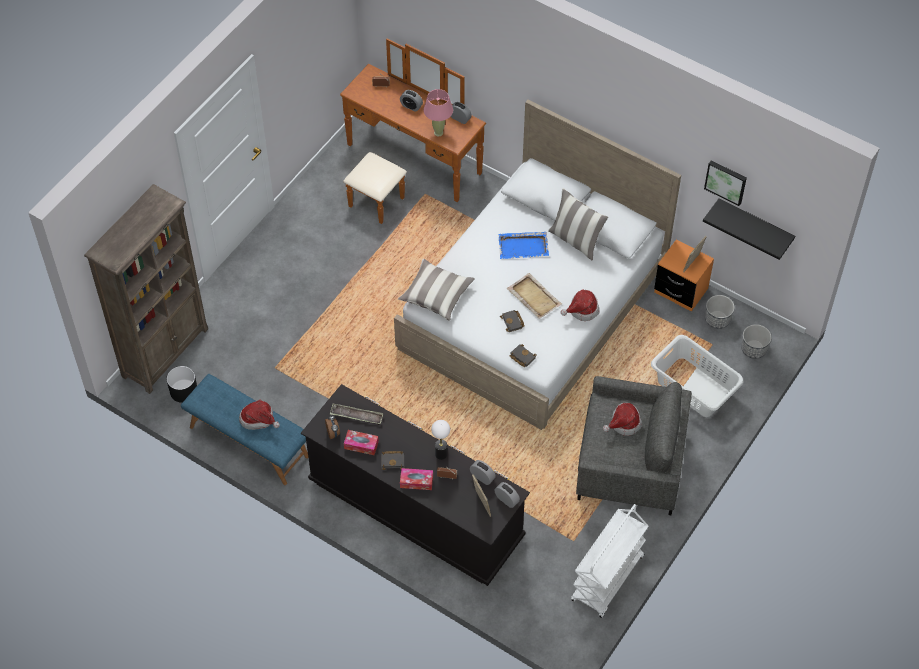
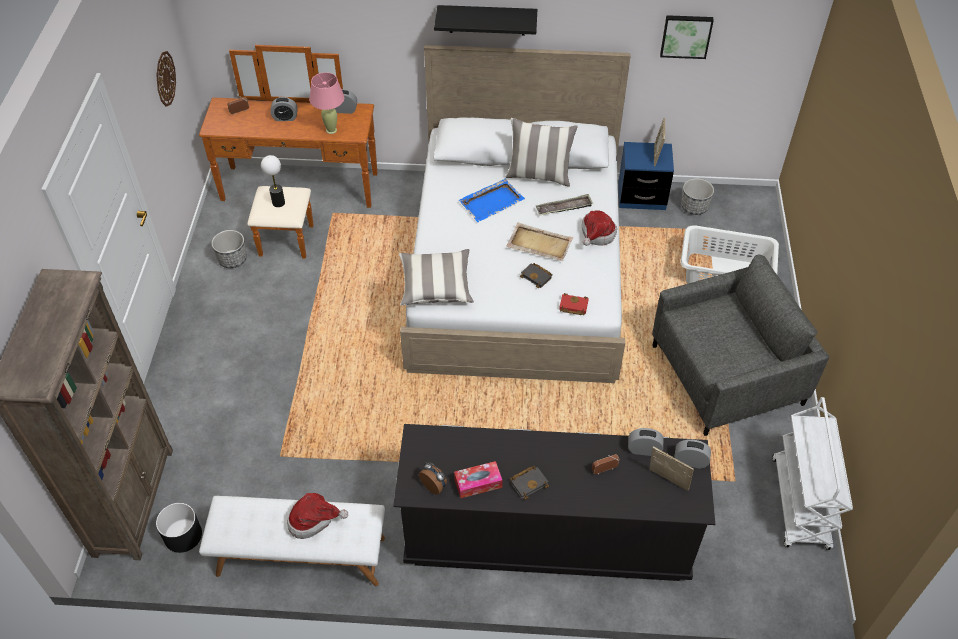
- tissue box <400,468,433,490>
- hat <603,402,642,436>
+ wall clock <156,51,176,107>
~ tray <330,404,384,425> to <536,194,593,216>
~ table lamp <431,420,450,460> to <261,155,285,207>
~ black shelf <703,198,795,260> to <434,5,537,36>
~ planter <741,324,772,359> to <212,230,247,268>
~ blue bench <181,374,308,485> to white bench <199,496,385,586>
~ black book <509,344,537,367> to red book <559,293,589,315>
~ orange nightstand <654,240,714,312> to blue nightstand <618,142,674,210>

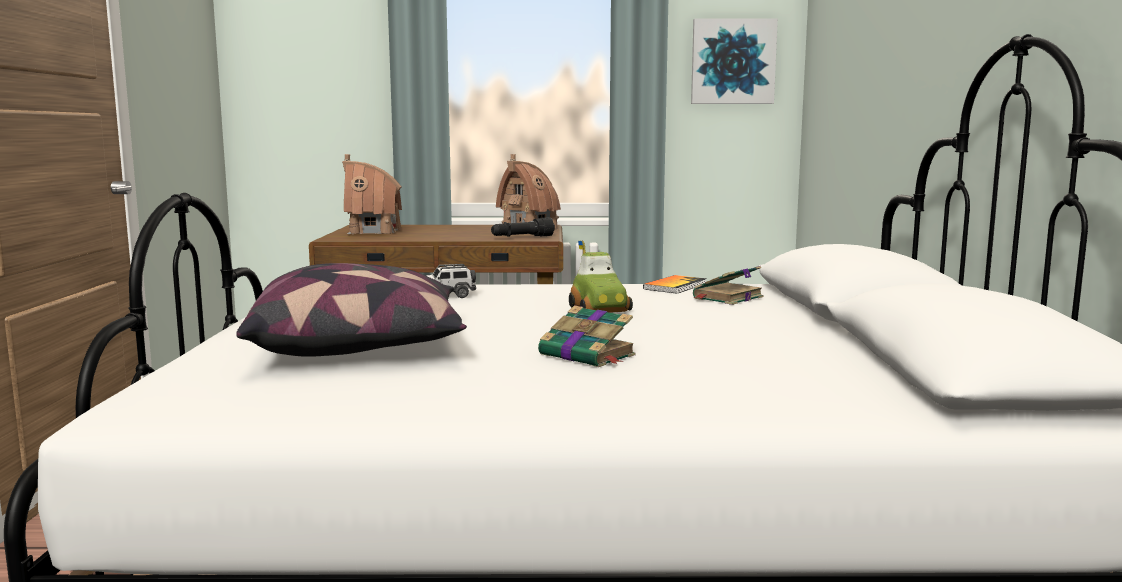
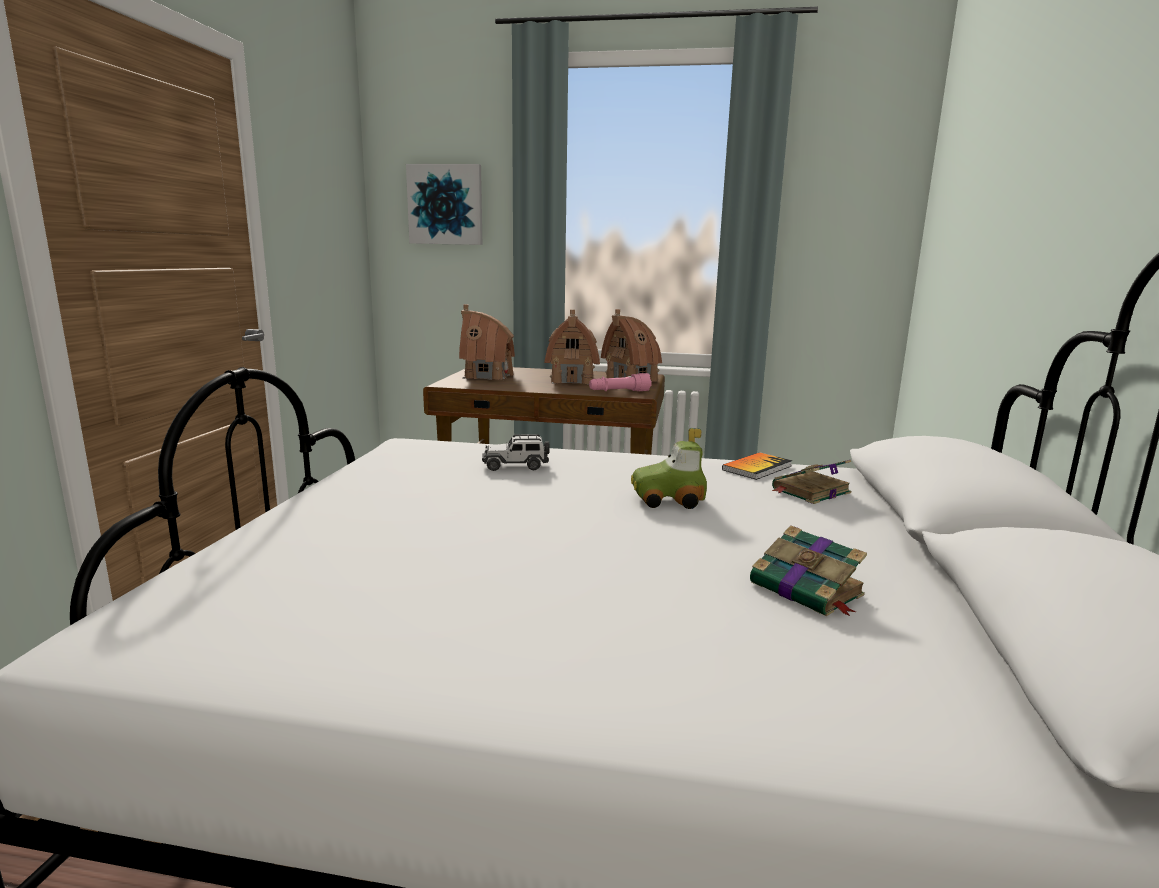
- pillow <236,263,467,357>
+ toy house <544,310,600,385>
~ book <538,305,636,367> to <750,525,867,616>
~ picture <691,18,778,104> to <406,164,482,245>
~ black flashlight <491,217,555,237> to pink flashlight <589,373,652,391>
~ toy car <569,241,633,313> = <631,428,707,509> 90 degrees clockwise

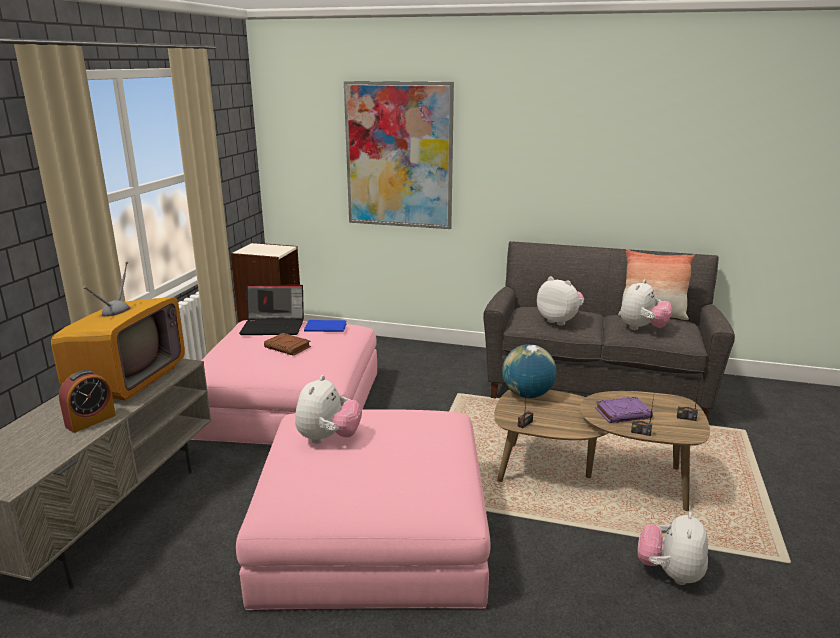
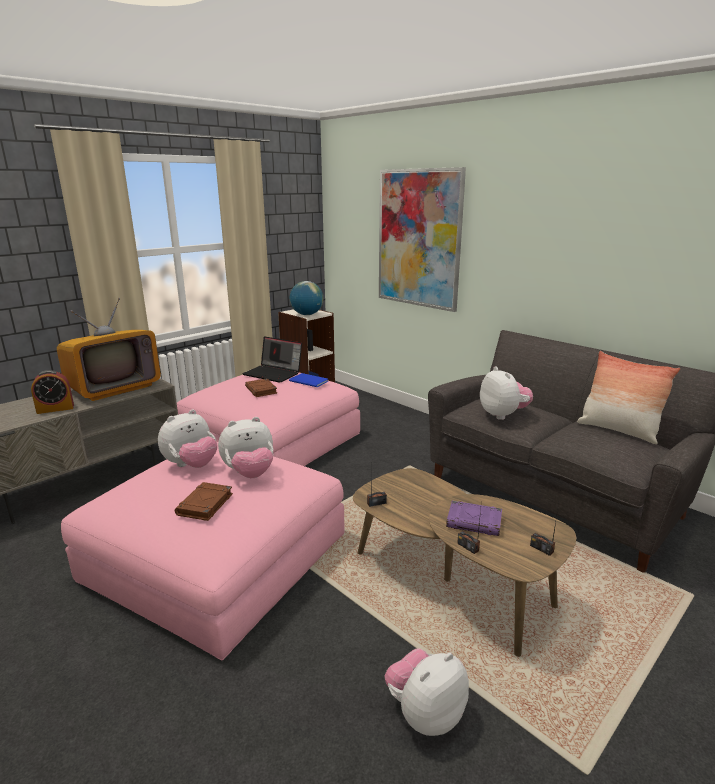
+ brown book <175,482,233,521>
~ globe <502,344,556,398> to <290,281,323,315>
~ plush toy <620,279,673,330> to <218,417,274,478>

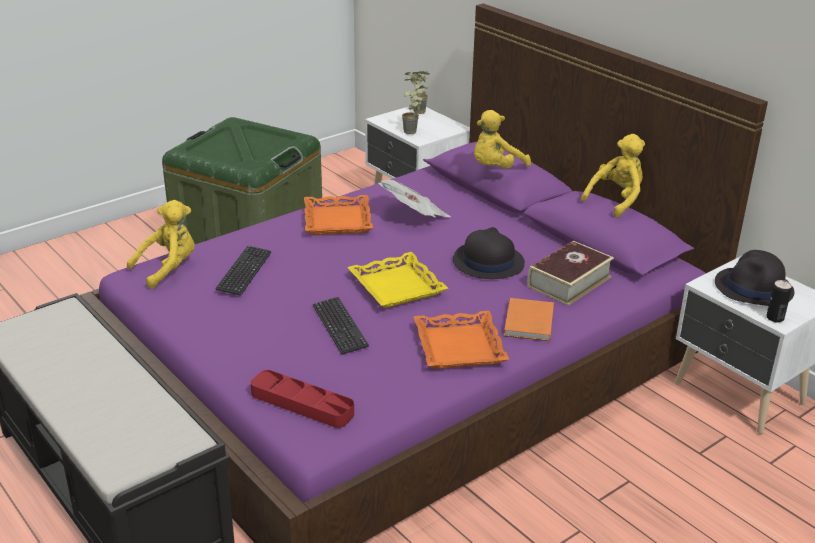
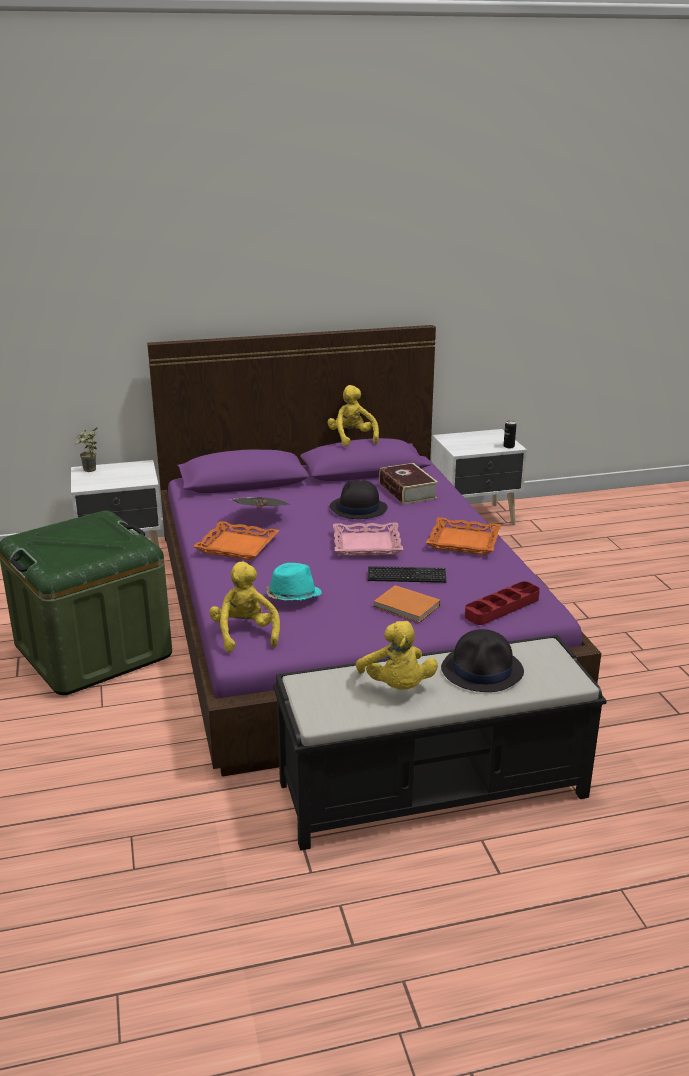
- potted plant <402,83,424,134>
~ yellow plush toy <474,110,531,169> to <356,621,438,690>
~ orange book <504,298,554,341> to <374,585,440,623>
~ black hat <715,250,794,306> to <441,629,524,692>
~ keyboard <215,246,271,296> to turquoise hat <266,563,322,601>
~ yellow tray <347,252,448,308> to pink tray <333,523,403,556>

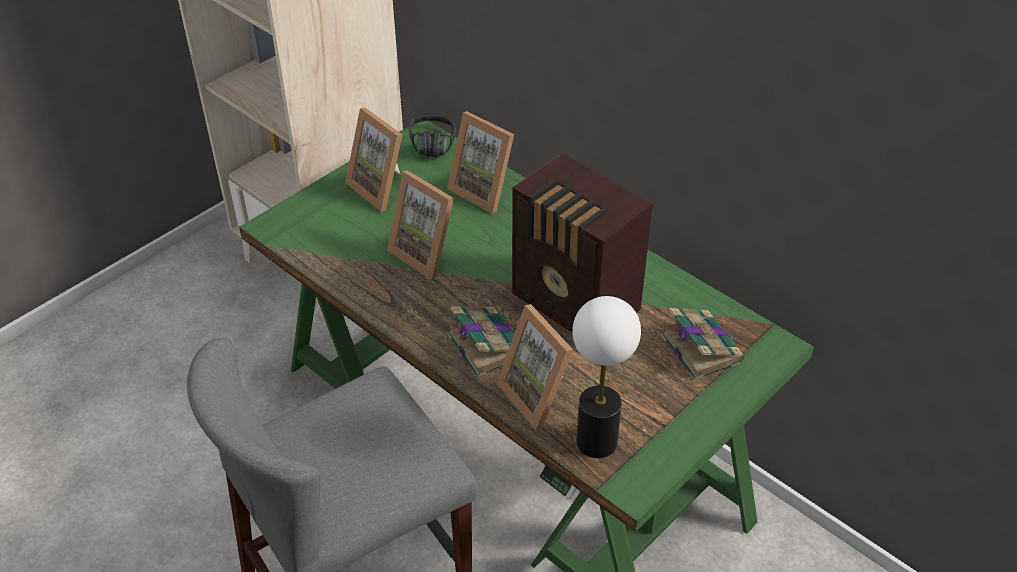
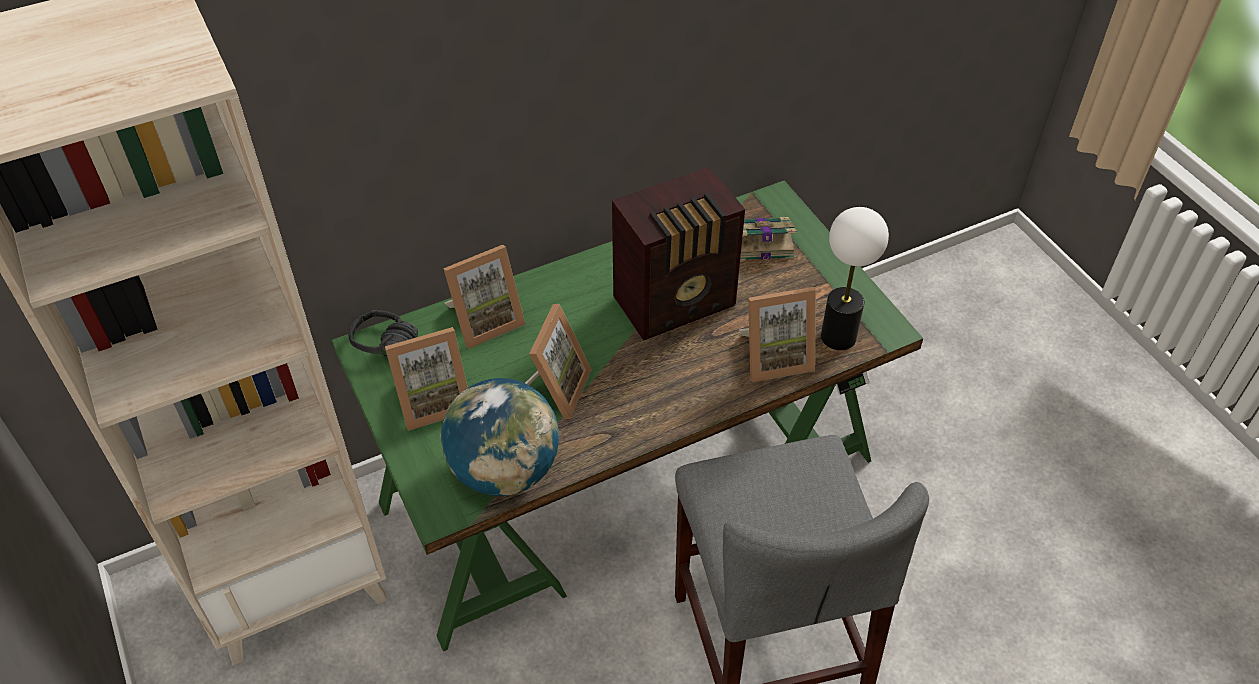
- book <447,307,514,377>
+ globe <440,378,559,496>
~ picture frame <387,170,454,280> = <525,304,592,419> 45 degrees counterclockwise

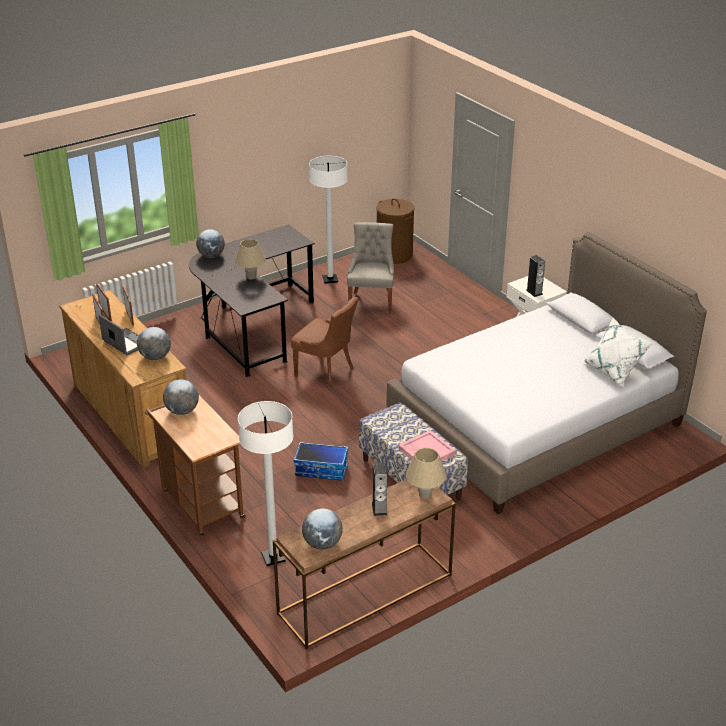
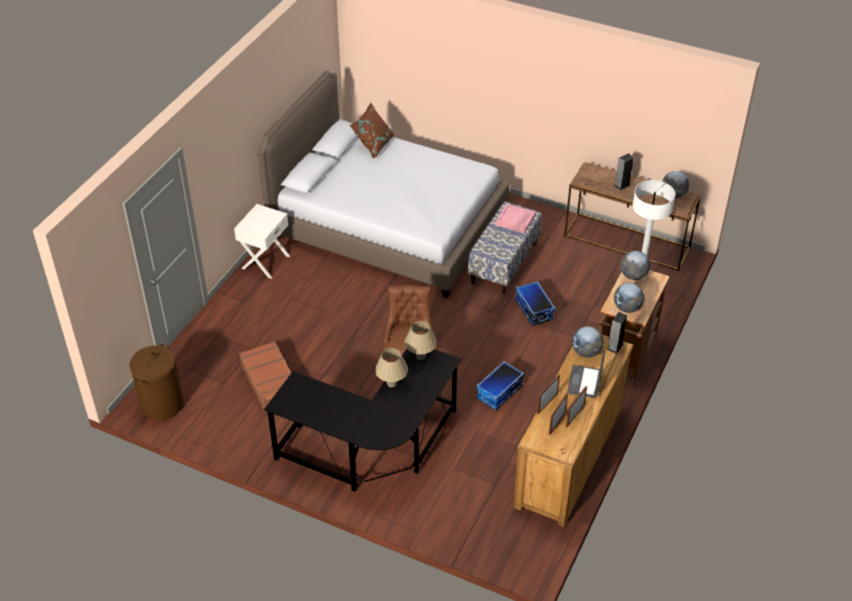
- white floor lamp <309,156,348,283>
+ storage box <476,361,524,410>
~ globe <196,229,225,258> to <621,251,650,280>
~ beige table lamp <406,448,446,499> to <404,321,437,360>
~ speaker <526,255,545,297> to <607,312,627,354>
~ grey chair <347,222,394,314> to brown suitcase <239,341,291,413>
~ white pillow <582,318,653,388> to brown pillow <349,103,394,159>

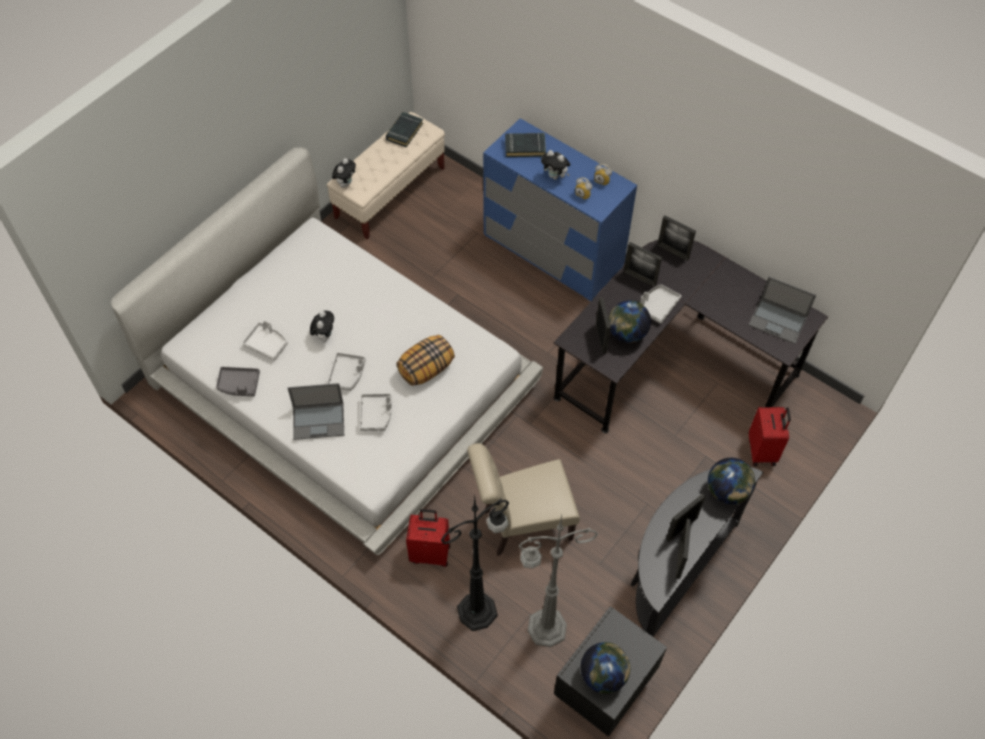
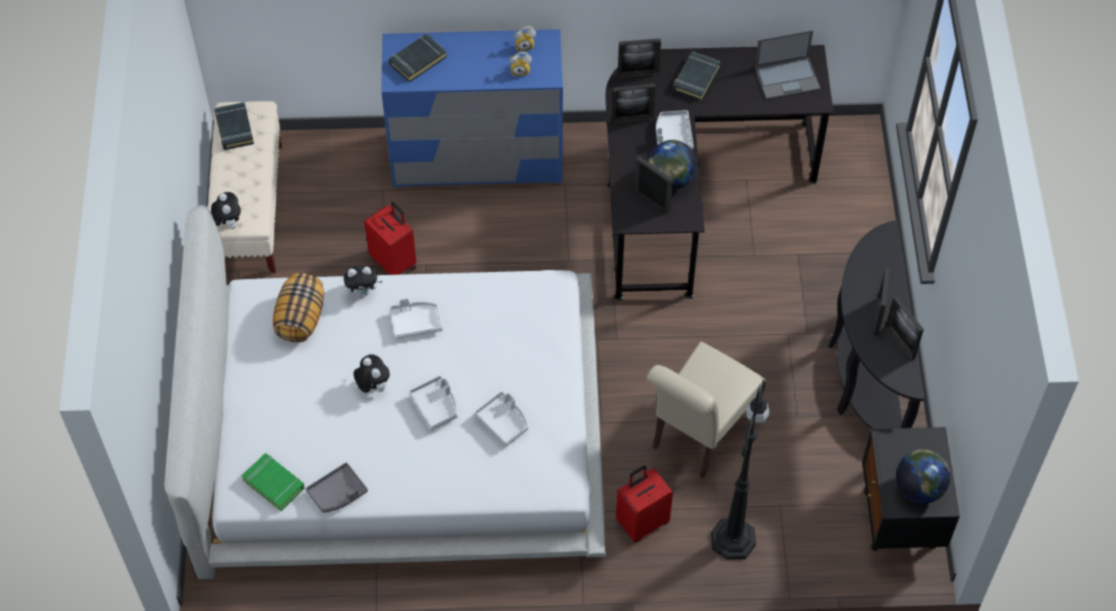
- laptop <288,383,344,440>
- grey floor lamp <519,515,598,647>
- globe <708,458,755,504>
+ green book <242,453,305,511>
+ black book <673,52,720,101>
~ white tray <242,321,288,360> to <390,298,443,339>
~ pillow <396,335,455,386> to <273,273,324,343>
~ plush toy <541,150,570,180> to <344,266,382,296>
~ red suitcase <749,407,791,466> to <364,202,416,275>

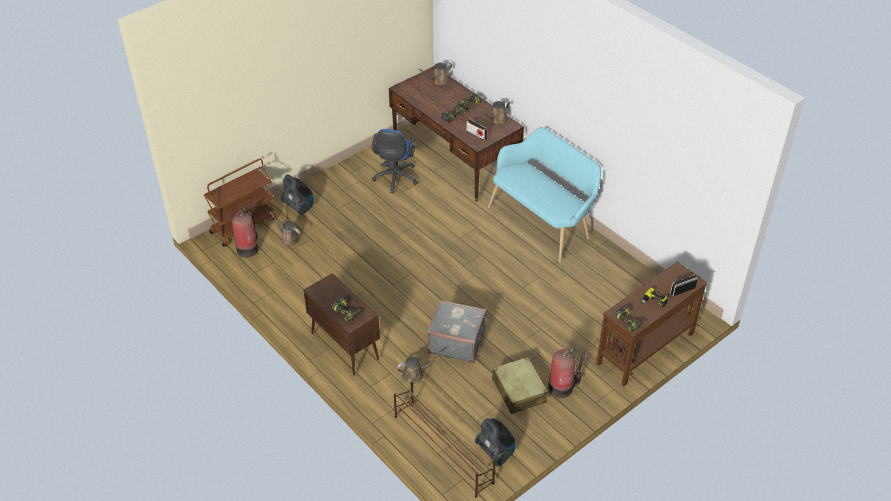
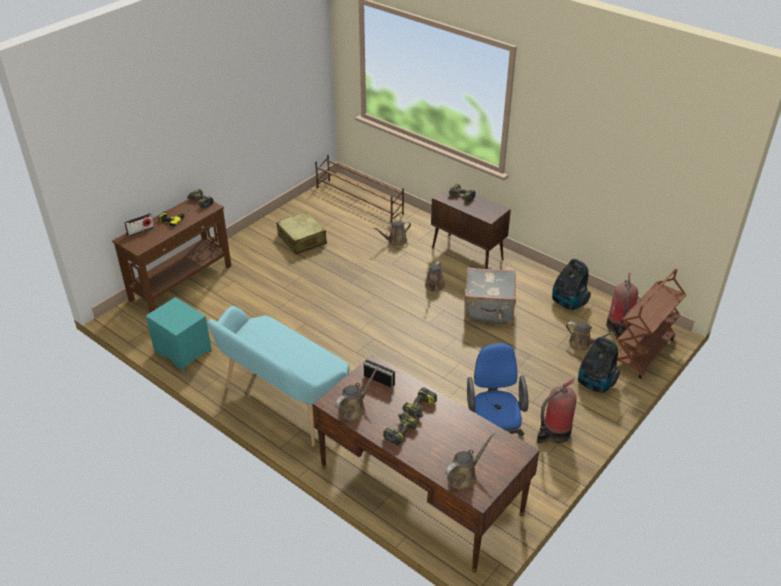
+ turquoise nightstand <146,297,212,371>
+ brown watering can <425,261,445,291>
~ grey suitcase <427,300,487,363> to <464,268,516,325>
~ vacuum cleaner <475,418,516,466> to <552,259,591,310>
~ fire extinguisher <548,347,585,398> to <537,378,577,444>

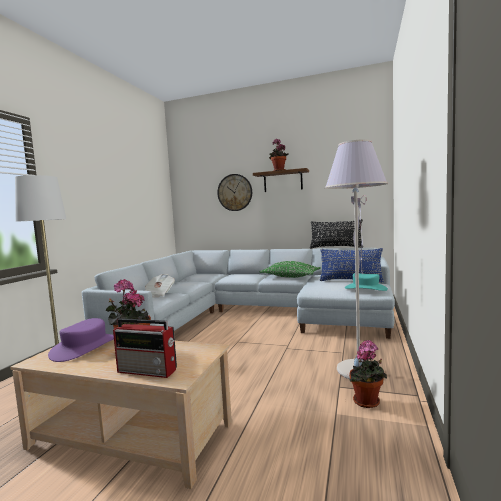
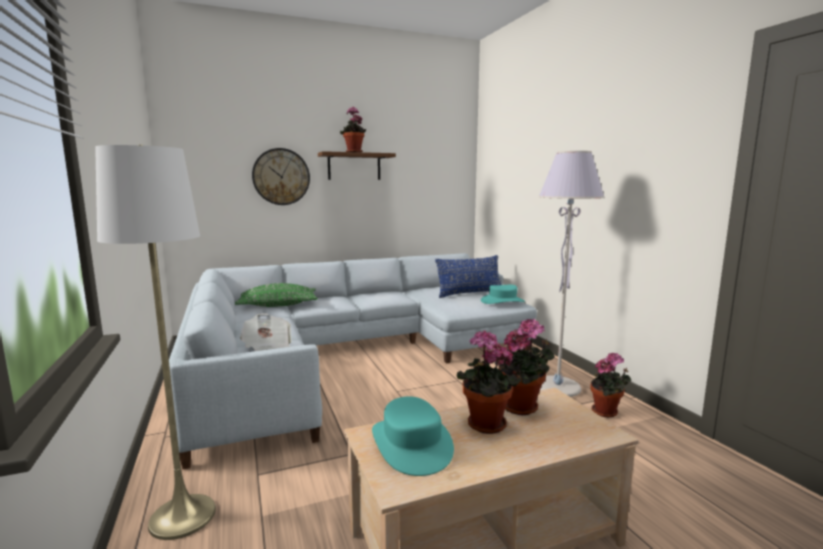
- radio <113,318,177,378>
- black pillow <310,219,363,248>
+ potted plant <499,319,555,415>
~ green pillow <260,261,321,278> to <235,283,318,307>
~ purple hat <48,318,114,362> to turquoise hat <372,396,454,476>

